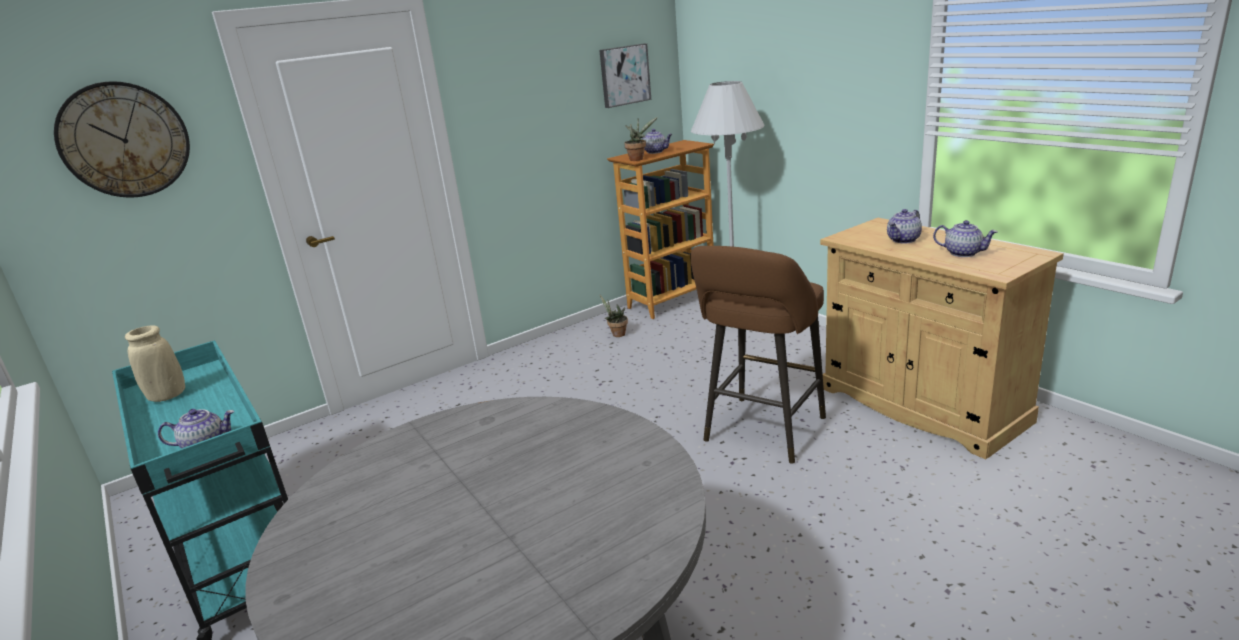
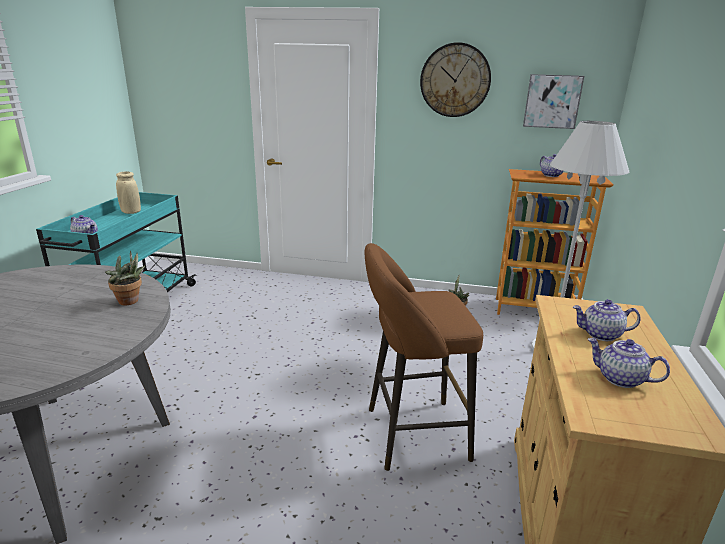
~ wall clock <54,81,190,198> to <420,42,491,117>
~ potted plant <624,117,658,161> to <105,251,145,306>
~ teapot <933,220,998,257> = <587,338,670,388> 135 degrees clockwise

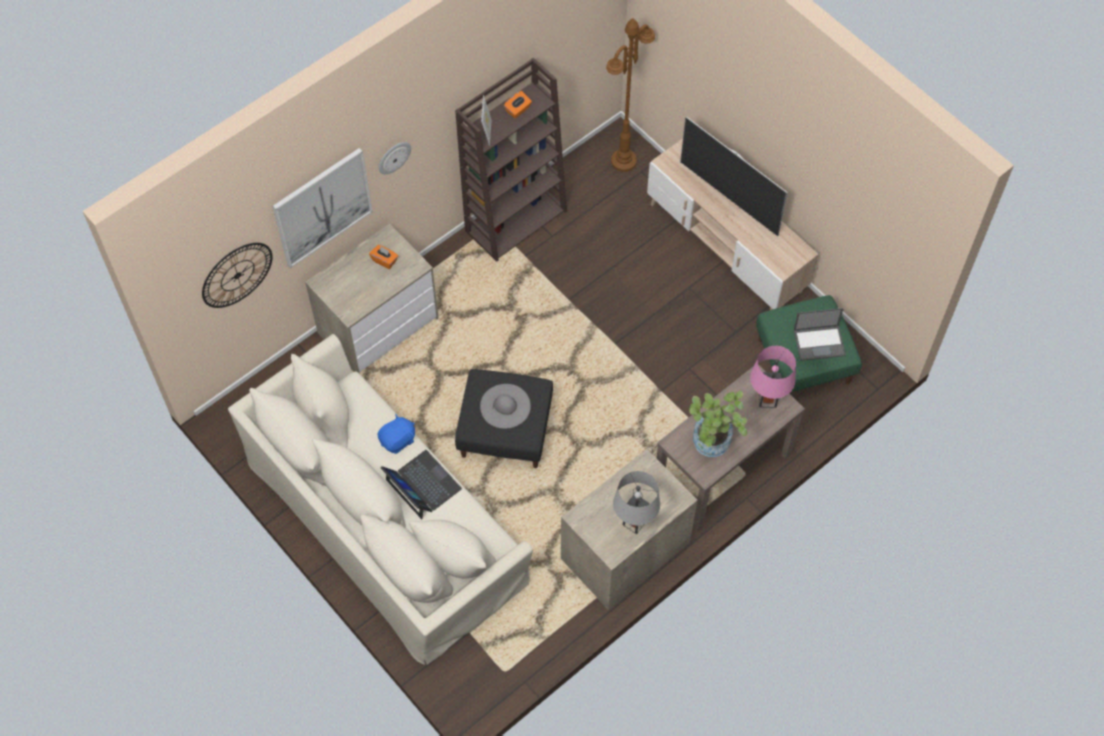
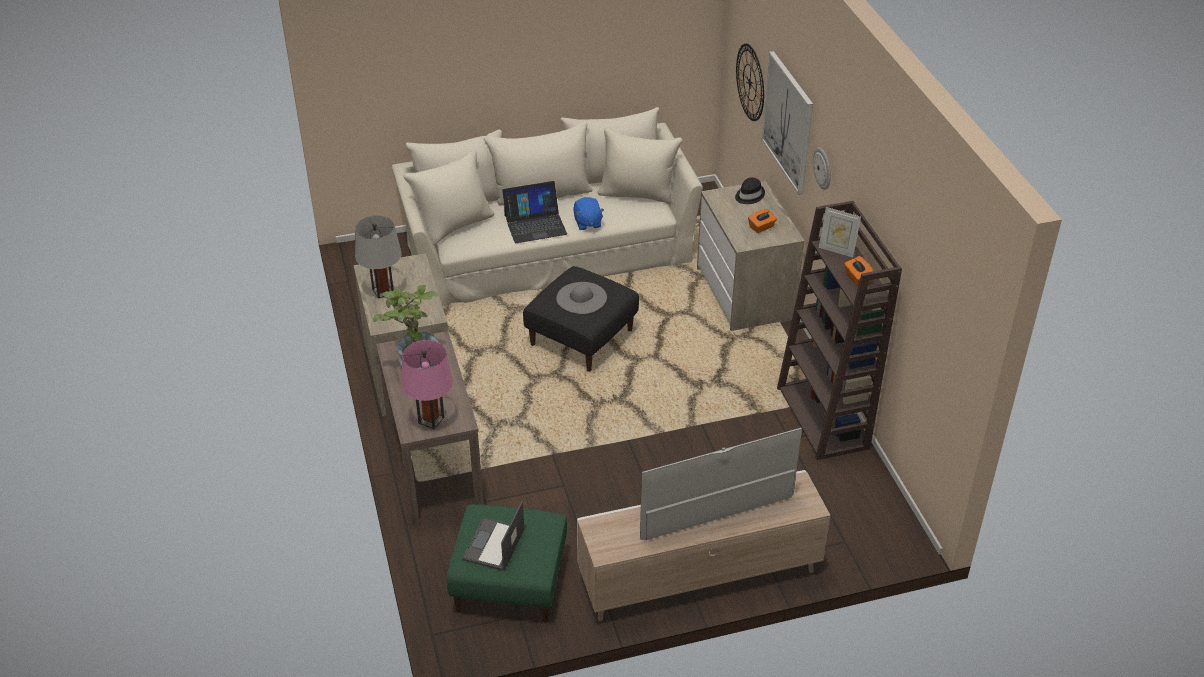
- brown floor lamp <606,18,655,172>
+ black hat <735,177,765,204>

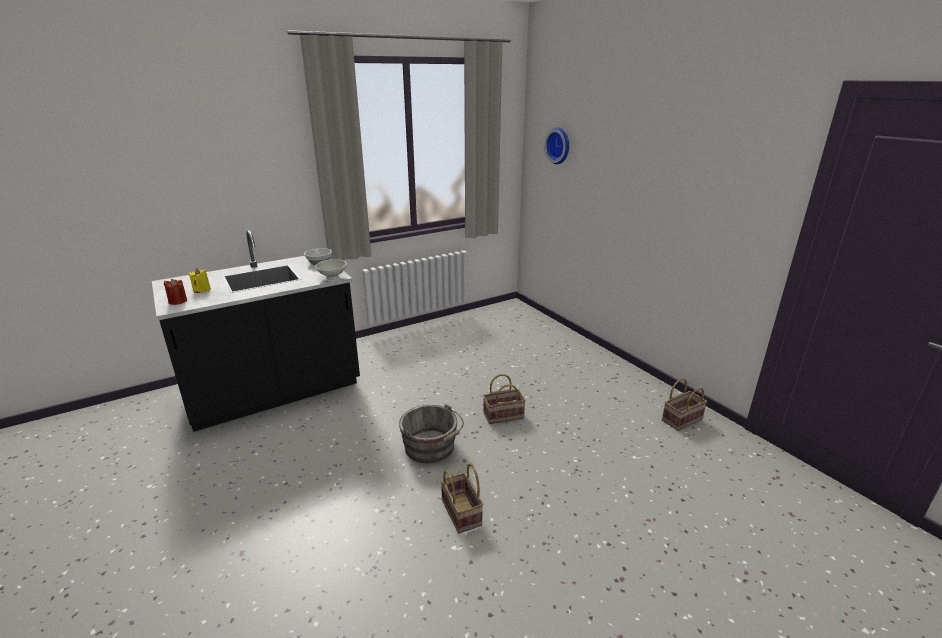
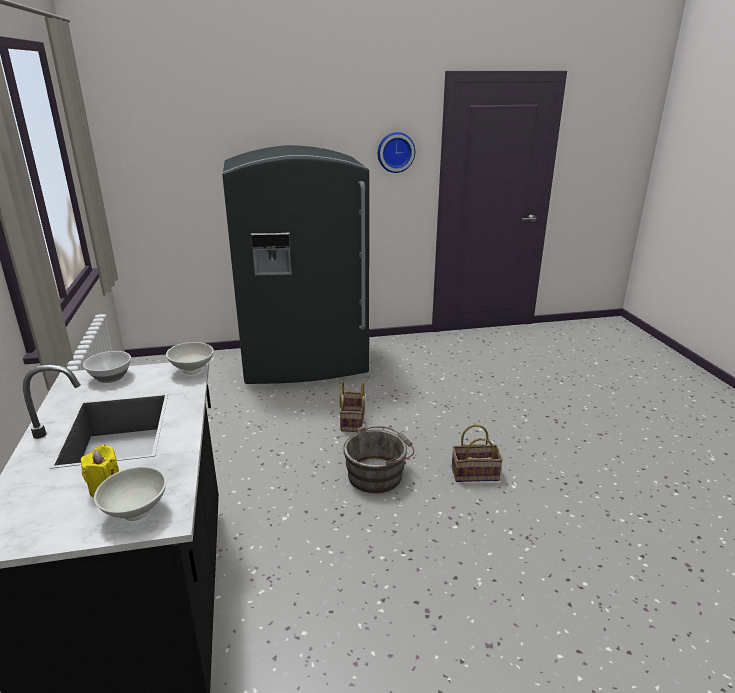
- basket <662,378,707,431>
+ grey fridge <222,145,369,384>
~ wall clock <544,127,569,164> to <378,132,415,173>
~ red candle <164,279,187,305> to white bowl <94,466,166,521>

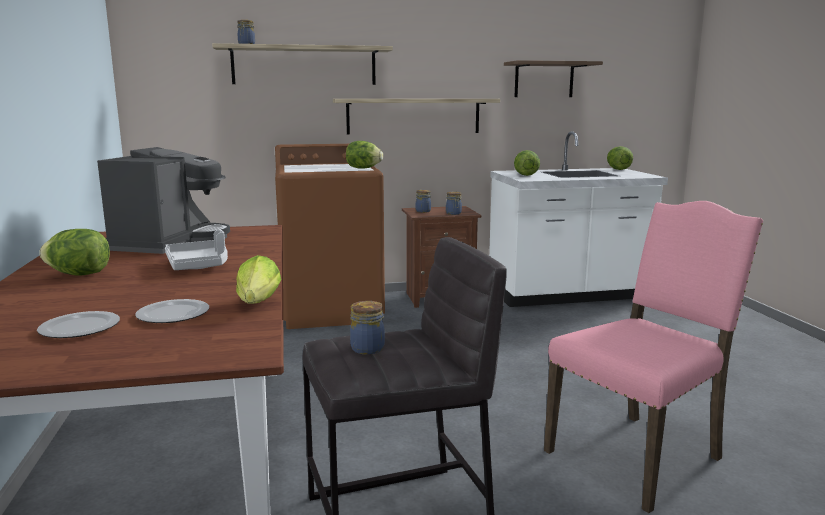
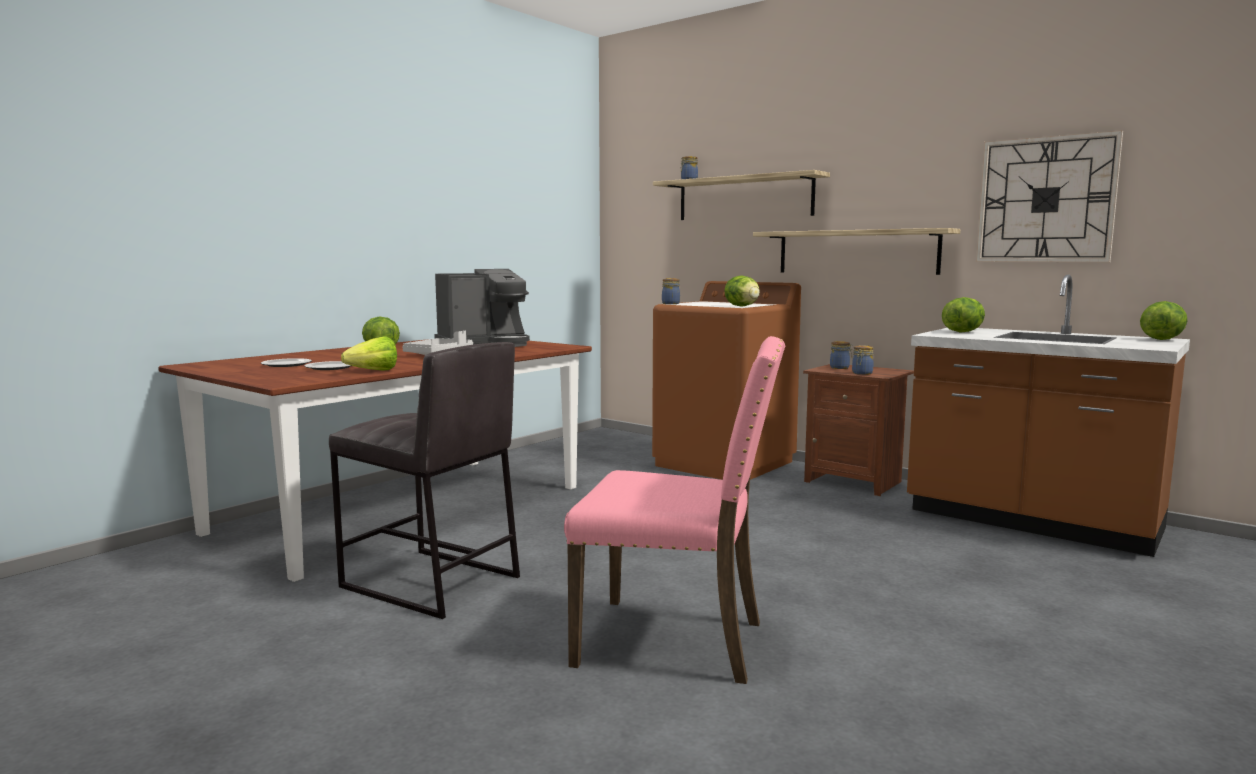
~ jar <350,301,385,355> to <662,278,680,304>
~ shelf <504,60,603,97> to wall clock <976,130,1123,262>
~ white counter <489,131,668,307> to brown counter <907,274,1190,557>

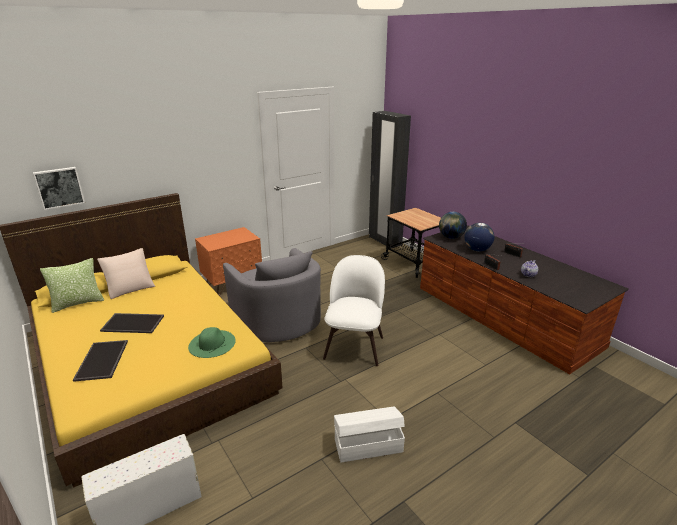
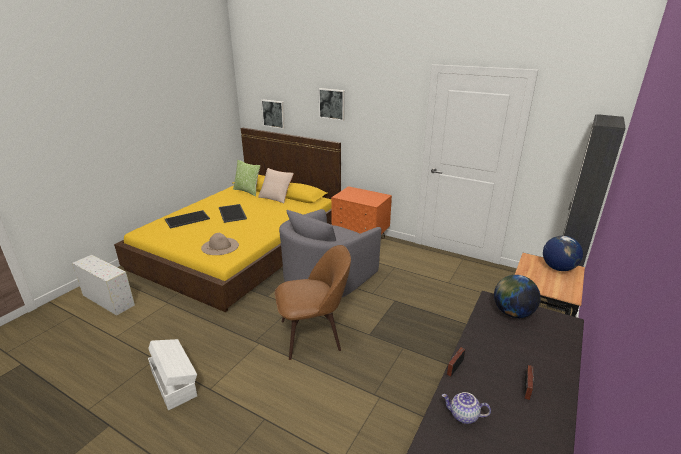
+ picture <319,88,345,121>
~ globe <464,223,494,251> to <543,236,583,271>
~ green hat <188,327,236,358> to beige hat <201,233,239,255>
~ white chair <323,255,385,366> to brown chair <275,245,351,360>

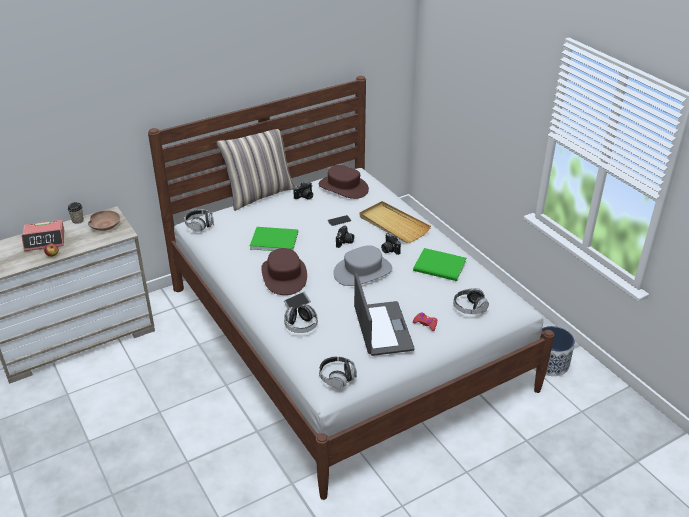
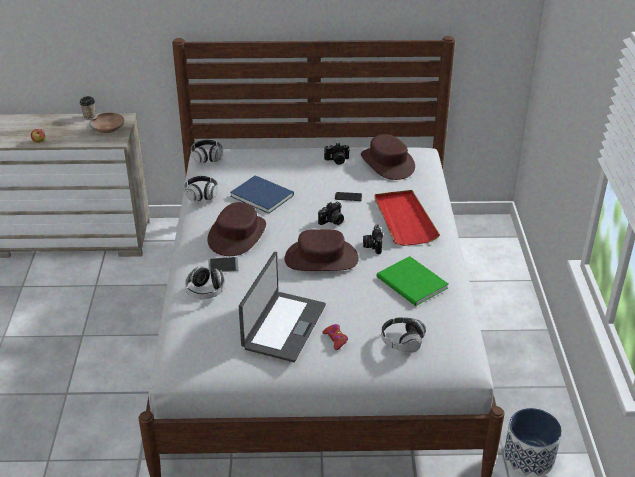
- alarm clock <21,220,64,251>
- pillow <217,129,295,211>
~ headphones <319,356,357,389> to <184,176,218,202>
~ green book <250,227,298,251> to blue book <230,175,294,214>
~ grey hat <333,245,392,286> to brown hat <285,229,359,271>
~ beige tray <360,201,431,243> to red tray <374,190,440,246>

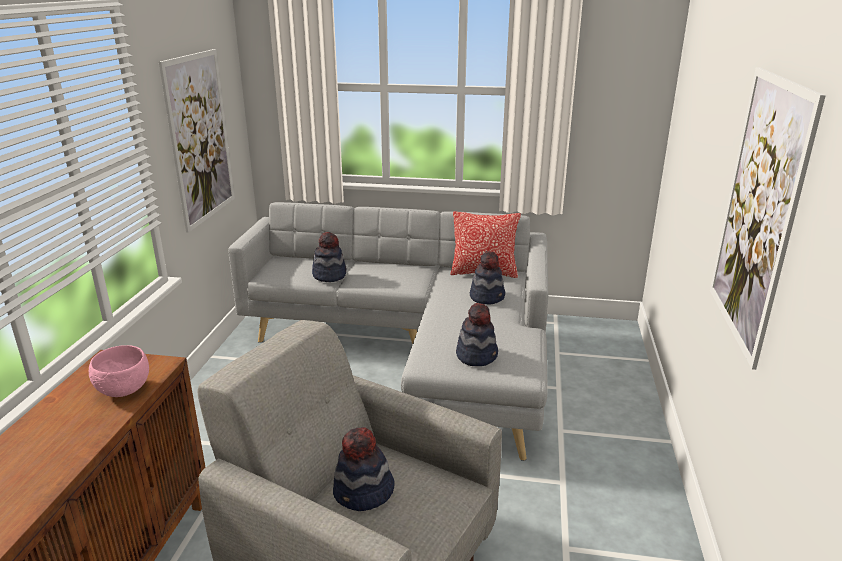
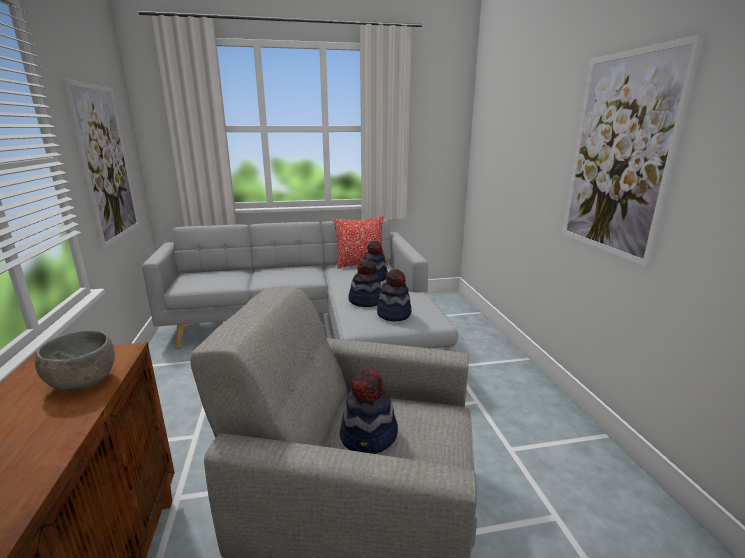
~ hat <312,232,346,282> to <348,259,381,307>
~ pink bowl <89,345,149,397> to grey bowl <35,331,115,391>

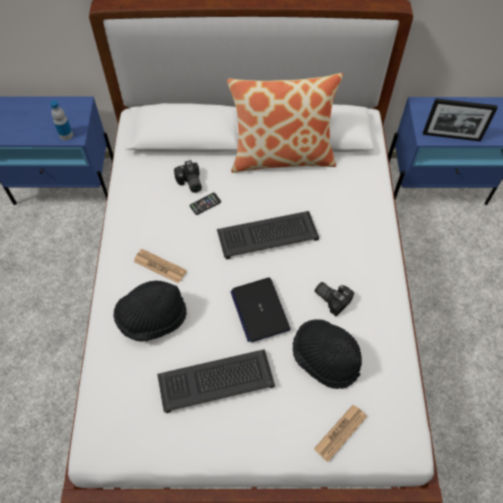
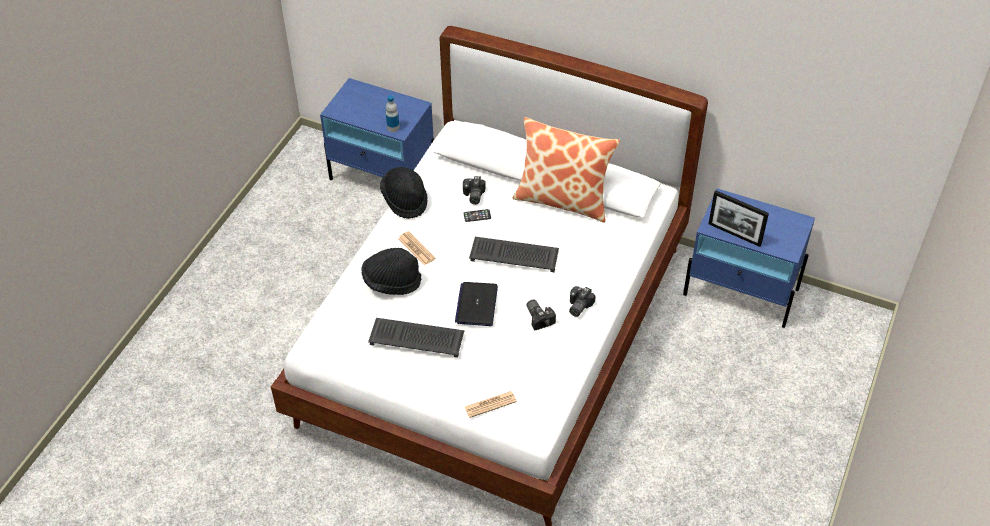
+ photo camera <569,286,596,317>
~ black hat <293,319,362,389> to <380,167,427,219>

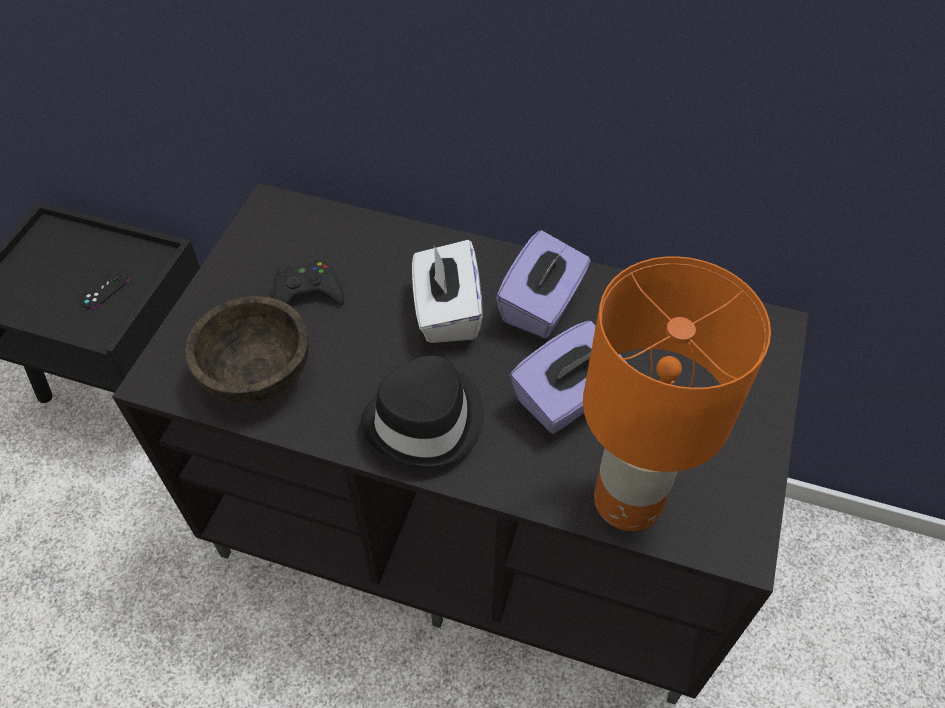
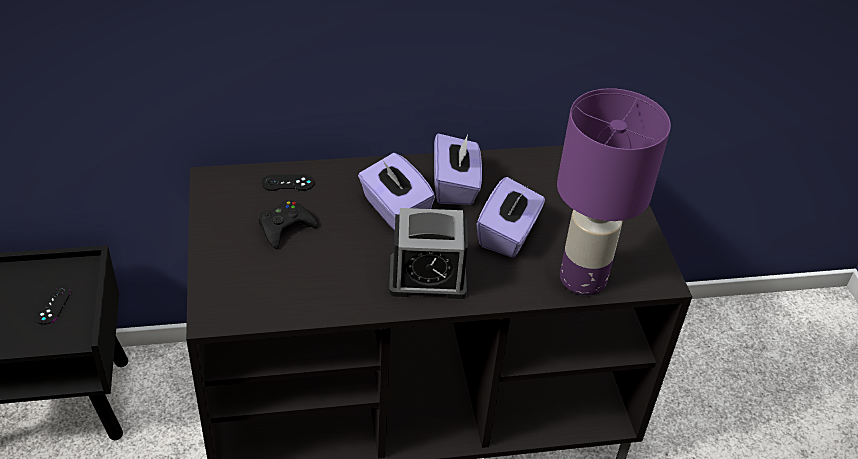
- brown bowl <185,296,309,404>
+ black game controller <261,174,315,191>
~ black hat <360,355,484,467> to alarm clock <389,208,468,299>
~ white tissue box <412,240,482,343> to purple tissue box <358,153,435,230>
~ orange table lamp <583,256,771,531> to purple table lamp <557,88,671,295>

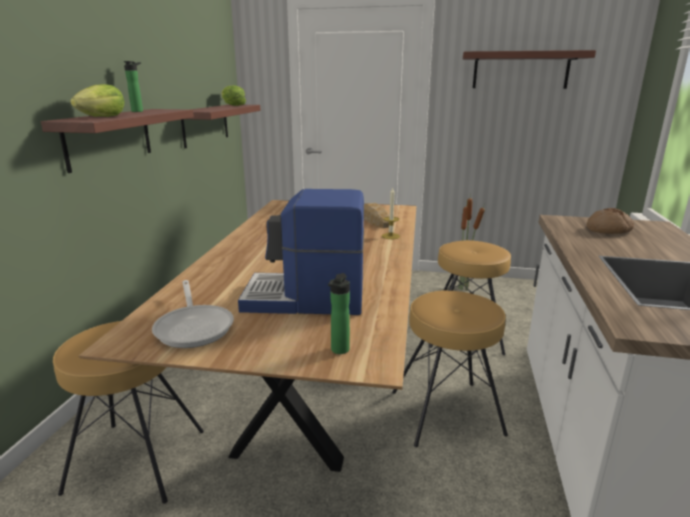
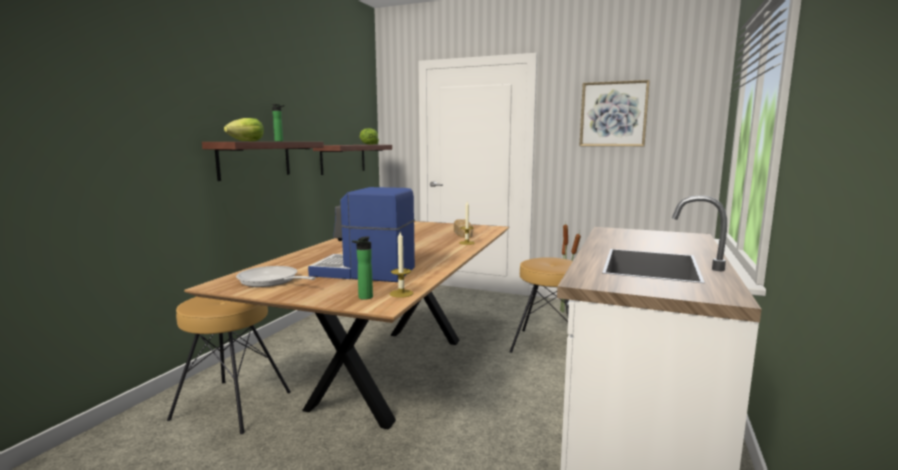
- brown stool <392,291,508,447>
- bread <586,208,634,234>
+ candle <390,232,413,298>
~ shelf <463,50,596,89> to picture <579,80,650,146>
~ frying pan <152,280,234,348> = <236,266,315,287> 135 degrees clockwise

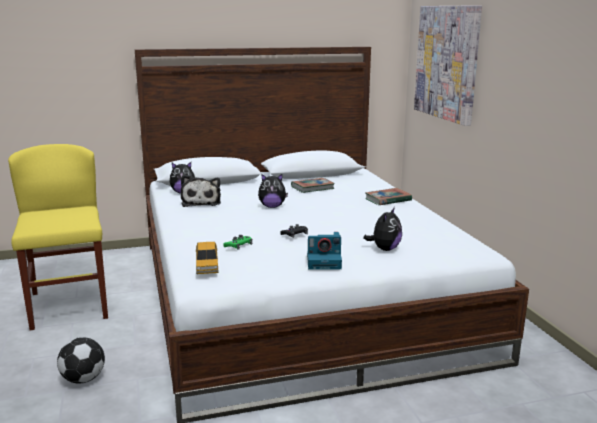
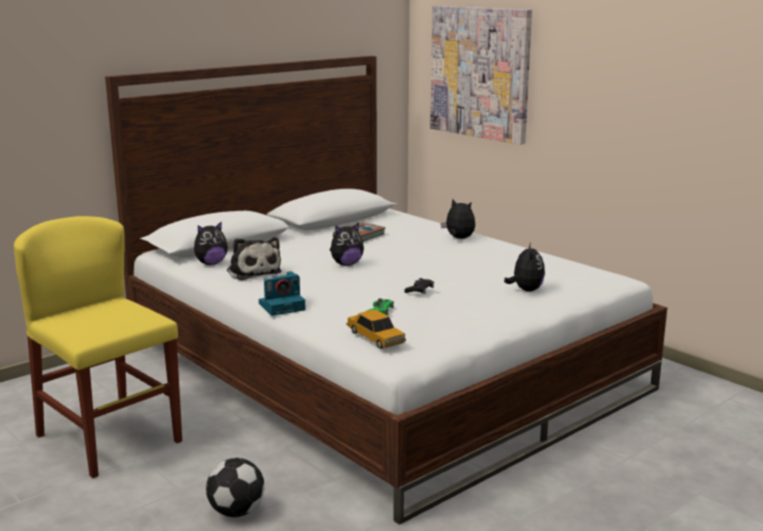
~ photo camera <307,232,342,269> to <259,271,306,316>
~ book <365,188,412,205> to plush toy <441,199,475,239>

